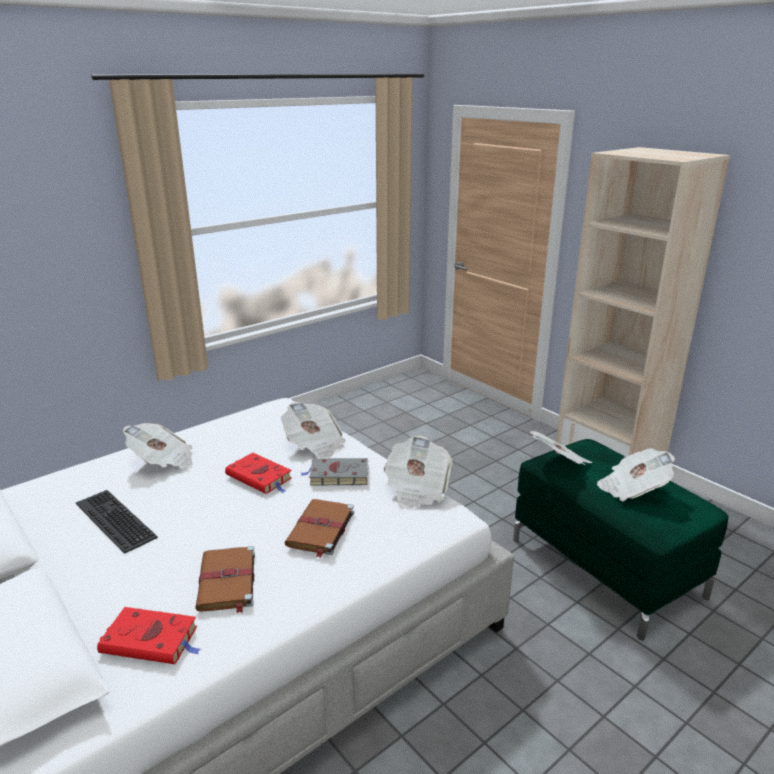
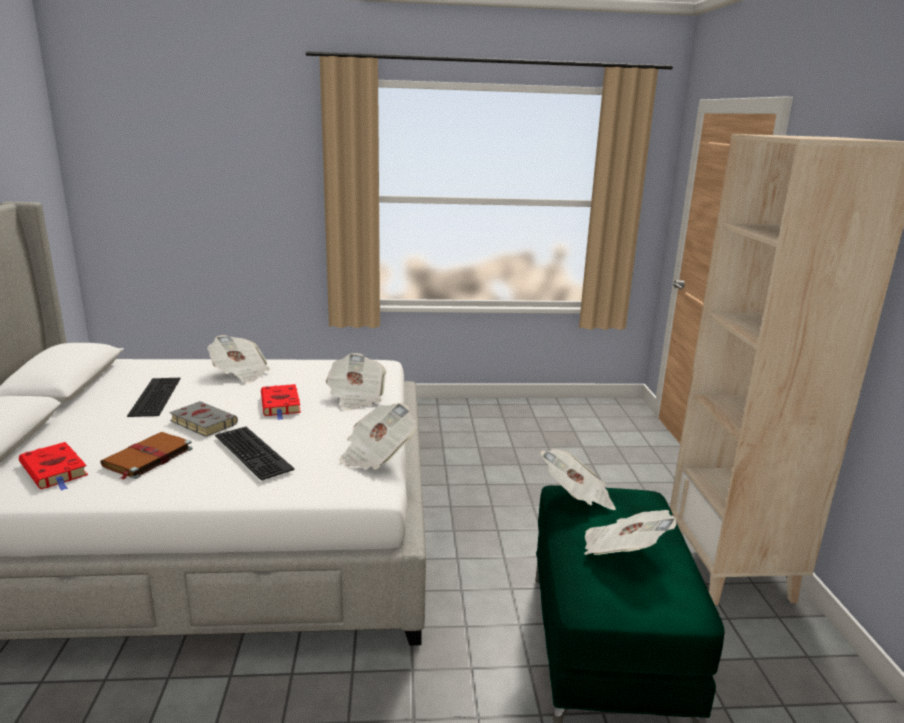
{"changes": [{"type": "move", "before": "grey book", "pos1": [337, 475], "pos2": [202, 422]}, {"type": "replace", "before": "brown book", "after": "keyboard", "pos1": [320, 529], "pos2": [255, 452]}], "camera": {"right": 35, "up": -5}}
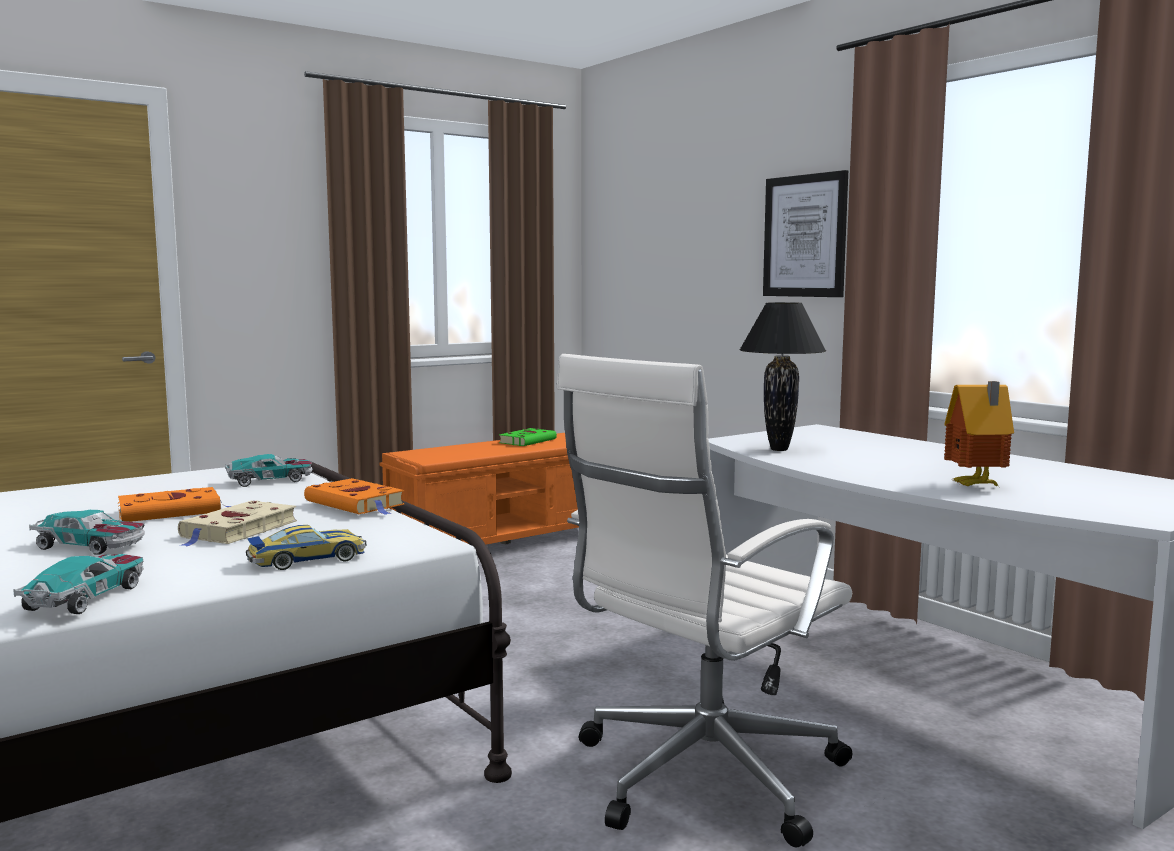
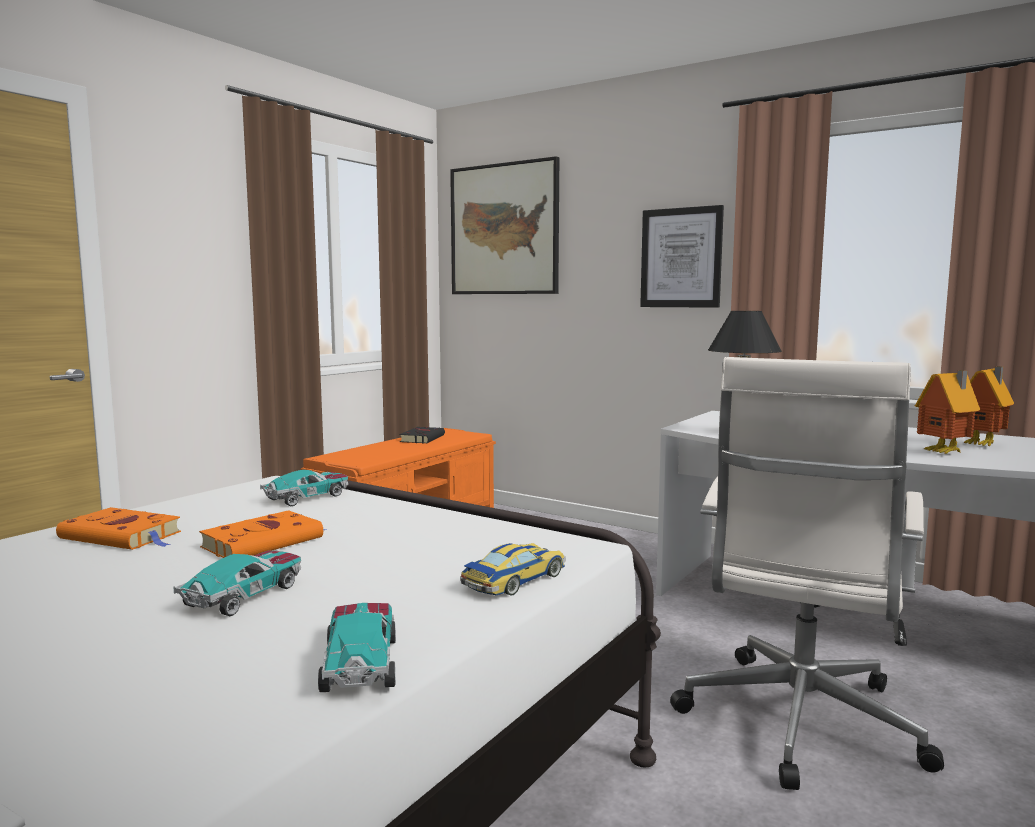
{"changes": [{"type": "delete", "before": "beige book", "pos1": [237, 530]}, {"type": "insert", "after": "picture", "pos2": [504, 229]}, {"type": "insert", "after": "toy house", "pos2": [982, 445]}, {"type": "move", "before": "orange book", "pos1": [357, 504], "pos2": [123, 536]}, {"type": "recolor", "before": "green book", "after": "black book", "pos1": [528, 441], "pos2": [422, 438]}, {"type": "rotate", "before": "toy car", "pos1": [91, 546], "pos2": [244, 595], "turn": -60}], "camera": {"right": -20, "up": 0}}
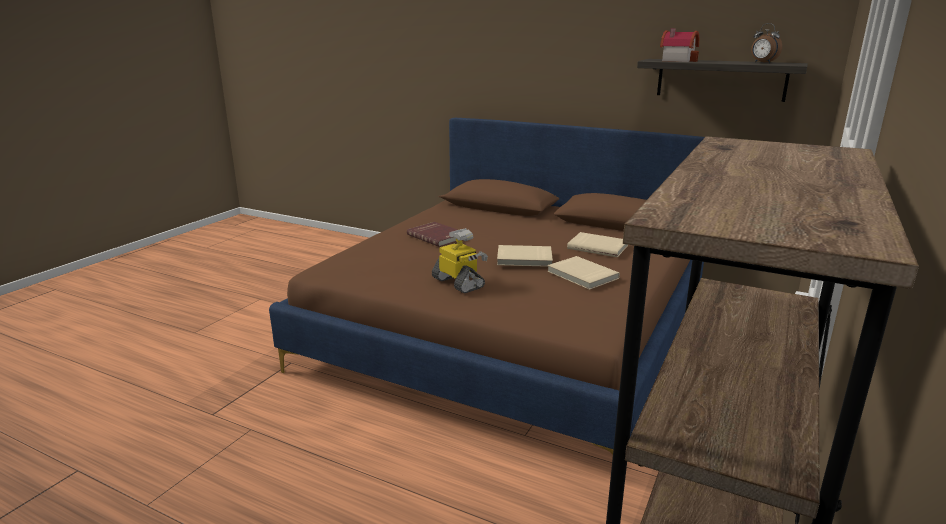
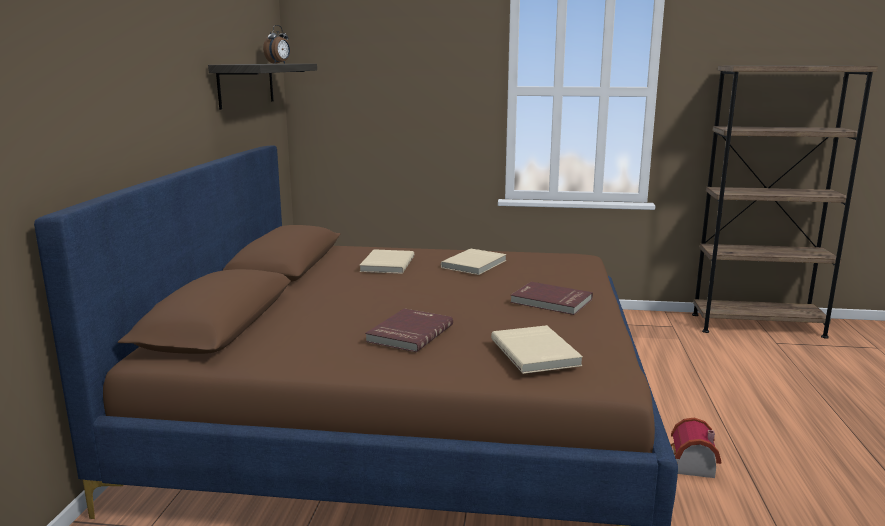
{"changes": [{"type": "move", "before": "beige book", "pos1": [524, 258], "pos2": [536, 352]}, {"type": "move", "before": "toy house", "pos1": [677, 60], "pos2": [689, 466]}, {"type": "replace", "before": "toy robot", "after": "red book", "pos1": [459, 283], "pos2": [550, 301]}], "camera": {"right": -110, "up": -5}}
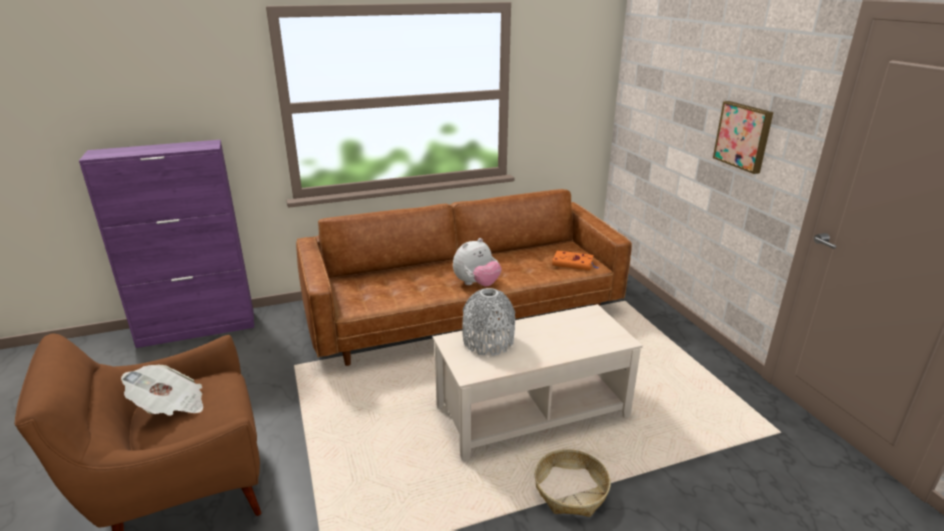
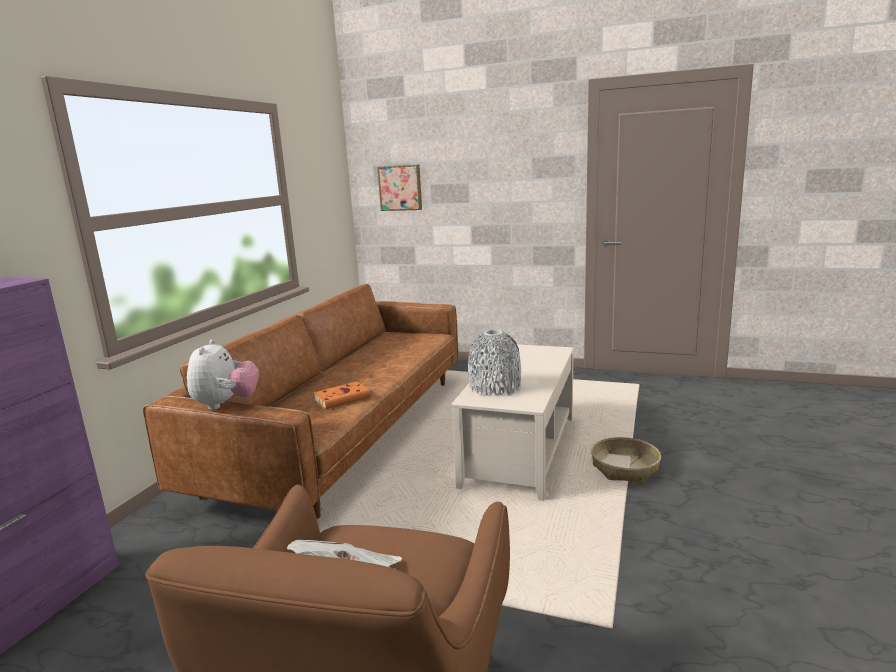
{"changes": [{"type": "move", "before": "plush toy", "pos1": [476, 284], "pos2": [226, 404]}, {"type": "move", "before": "orange book", "pos1": [574, 263], "pos2": [343, 398]}, {"type": "move", "before": "picture", "pos1": [744, 136], "pos2": [400, 188]}], "camera": {"right": -50, "up": -10}}
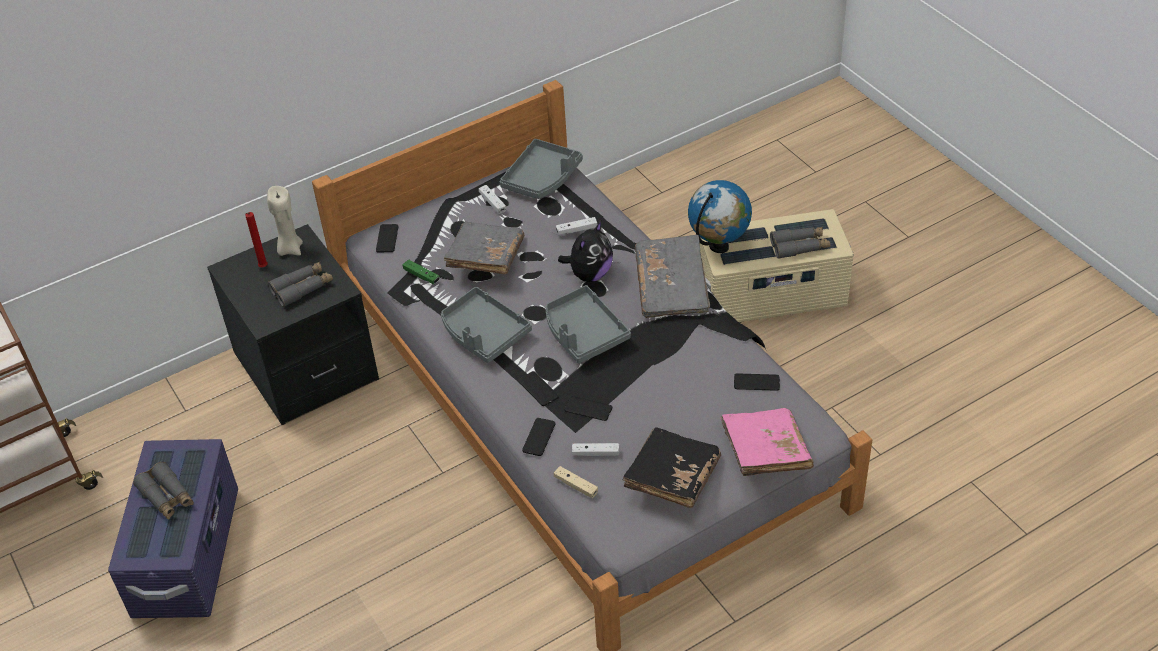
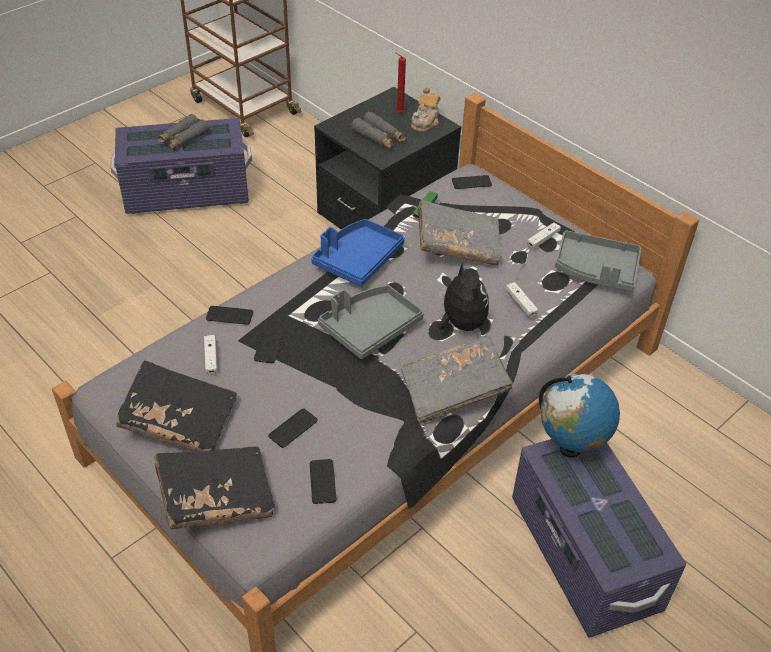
{"changes": [{"type": "delete", "before": "beige game controller", "pos1": [576, 486]}, {"type": "delete", "before": "grey binoculars", "pos1": [799, 246]}, {"type": "move", "before": "phone", "pos1": [538, 389], "pos2": [293, 428]}, {"type": "replace", "before": "beige candle", "after": "teapot", "pos1": [290, 249], "pos2": [426, 122]}, {"type": "recolor", "before": "grey tray", "after": "blue tray", "pos1": [483, 334], "pos2": [357, 260]}, {"type": "recolor", "before": "beige storage box", "after": "purple storage box", "pos1": [772, 295], "pos2": [584, 554]}, {"type": "recolor", "before": "pink book", "after": "black book", "pos1": [765, 453], "pos2": [216, 497]}, {"type": "rotate", "before": "plush toy", "pos1": [589, 274], "pos2": [460, 324], "turn": -135}], "camera": {"right": 75, "up": 0}}
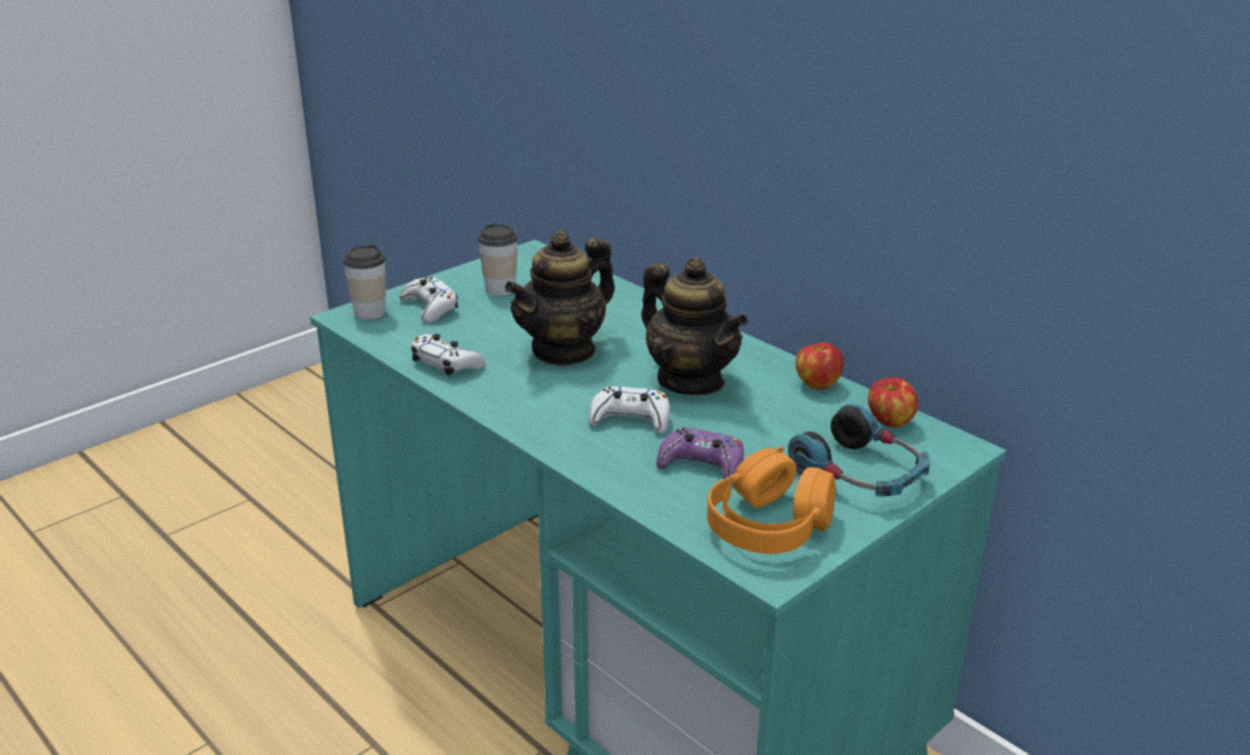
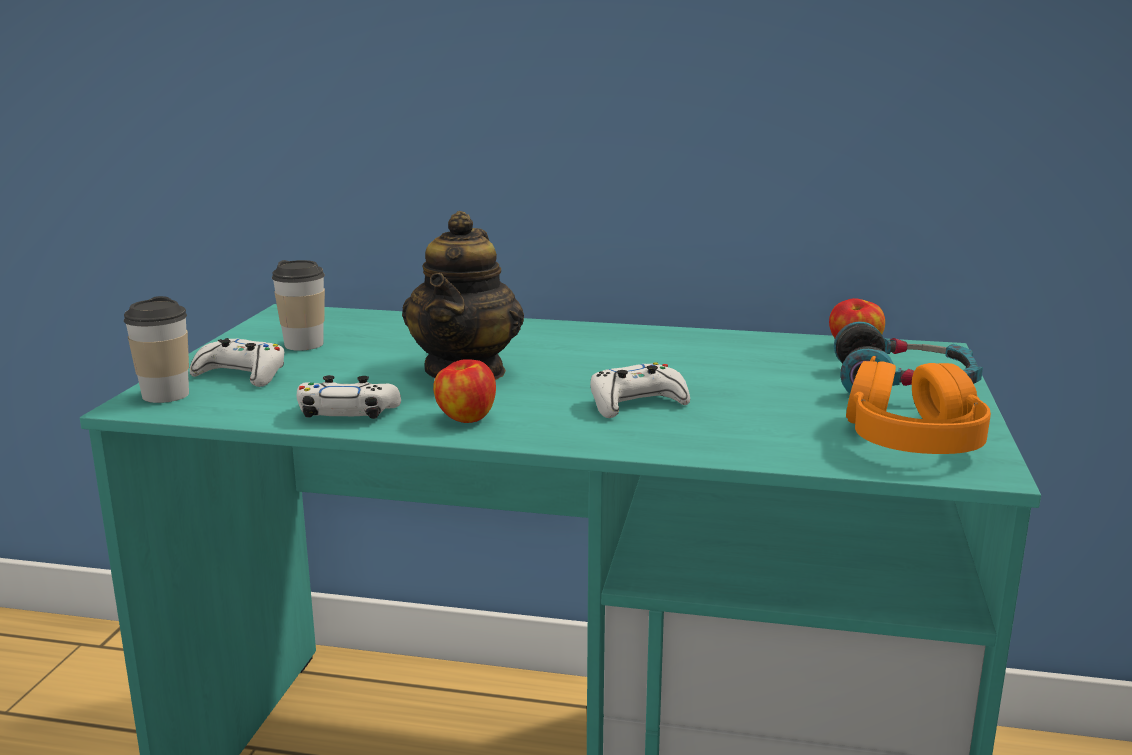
{"changes": [{"type": "delete", "before": "teapot", "pos1": [690, 381]}, {"type": "delete", "before": "purple game controller", "pos1": [702, 465]}, {"type": "move", "before": "apple", "pos1": [817, 384], "pos2": [465, 418]}], "camera": {"right": -35, "up": -10}}
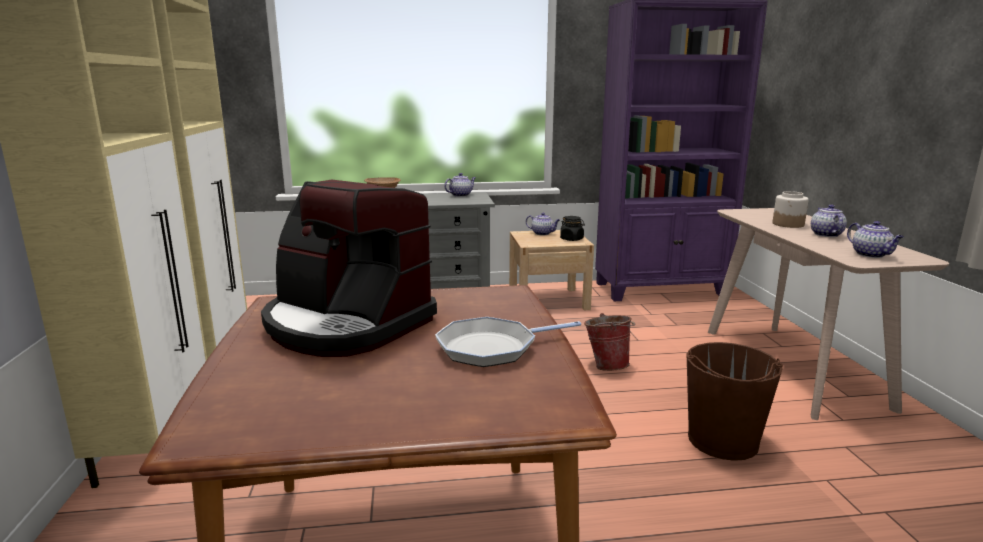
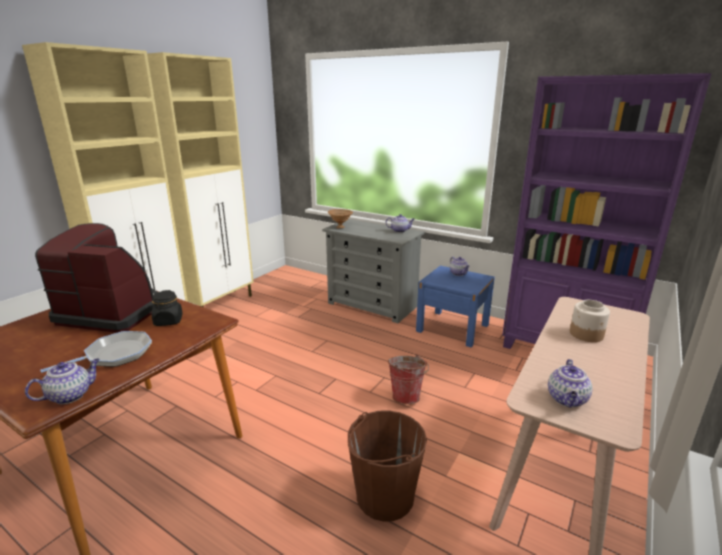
{"changes": [{"type": "move", "before": "black jar", "pos1": [572, 239], "pos2": [168, 321]}, {"type": "move", "before": "teapot", "pos1": [825, 234], "pos2": [71, 395]}, {"type": "recolor", "before": "beige nightstand", "after": "blue nightstand", "pos1": [548, 300], "pos2": [452, 328]}, {"type": "rotate", "before": "coffee machine", "pos1": [346, 324], "pos2": [112, 312], "turn": 120}, {"type": "rotate", "before": "frying pan", "pos1": [492, 348], "pos2": [115, 355], "turn": 120}], "camera": {"right": 40, "up": 5}}
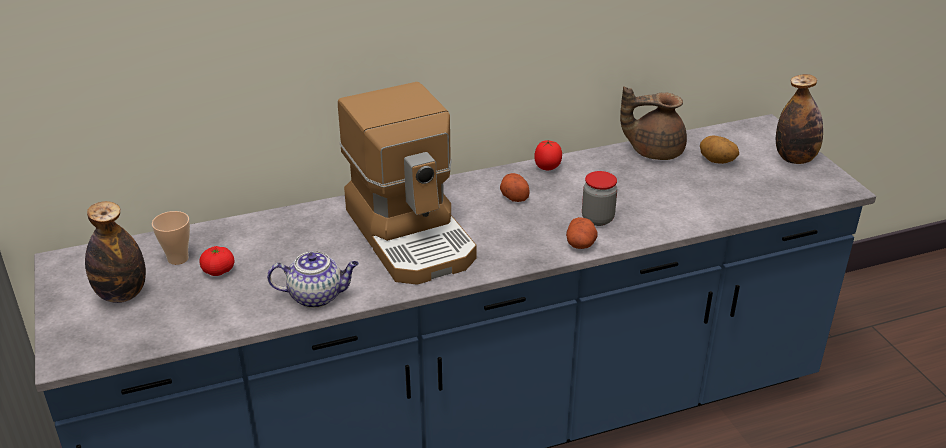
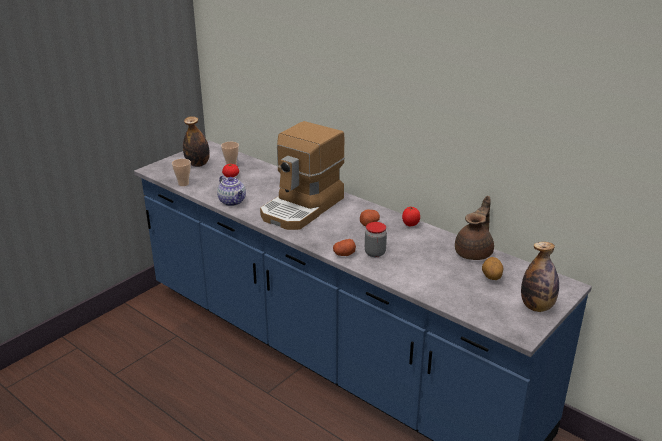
{"changes": [{"type": "insert", "after": "cup", "pos2": [183, 184]}, {"type": "rotate", "before": "brown teapot", "pos1": [653, 151], "pos2": [474, 252], "turn": 60}], "camera": {"right": 60, "up": -5}}
